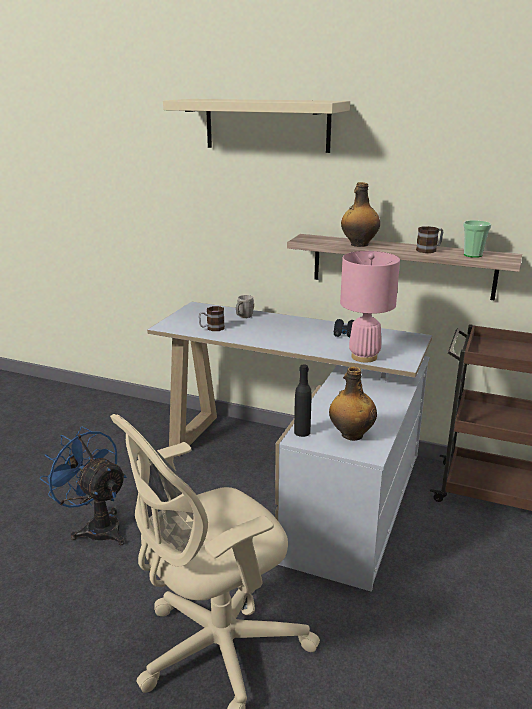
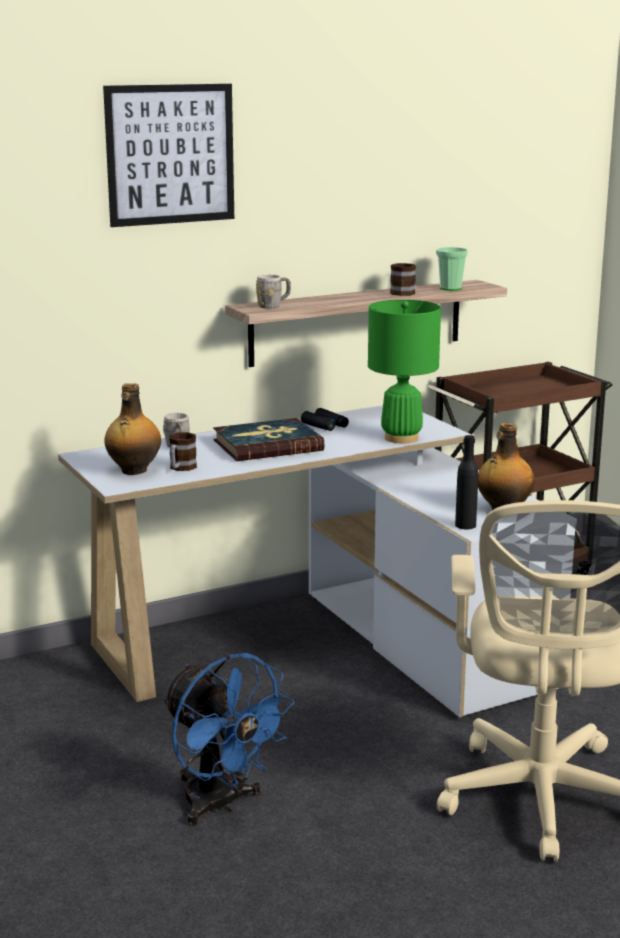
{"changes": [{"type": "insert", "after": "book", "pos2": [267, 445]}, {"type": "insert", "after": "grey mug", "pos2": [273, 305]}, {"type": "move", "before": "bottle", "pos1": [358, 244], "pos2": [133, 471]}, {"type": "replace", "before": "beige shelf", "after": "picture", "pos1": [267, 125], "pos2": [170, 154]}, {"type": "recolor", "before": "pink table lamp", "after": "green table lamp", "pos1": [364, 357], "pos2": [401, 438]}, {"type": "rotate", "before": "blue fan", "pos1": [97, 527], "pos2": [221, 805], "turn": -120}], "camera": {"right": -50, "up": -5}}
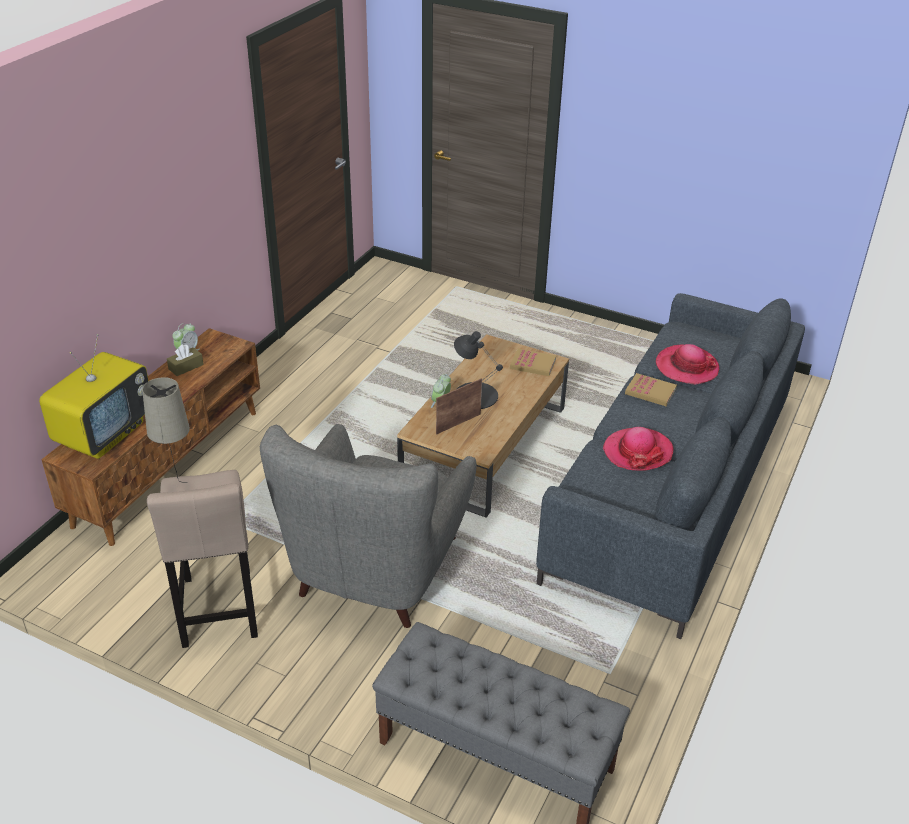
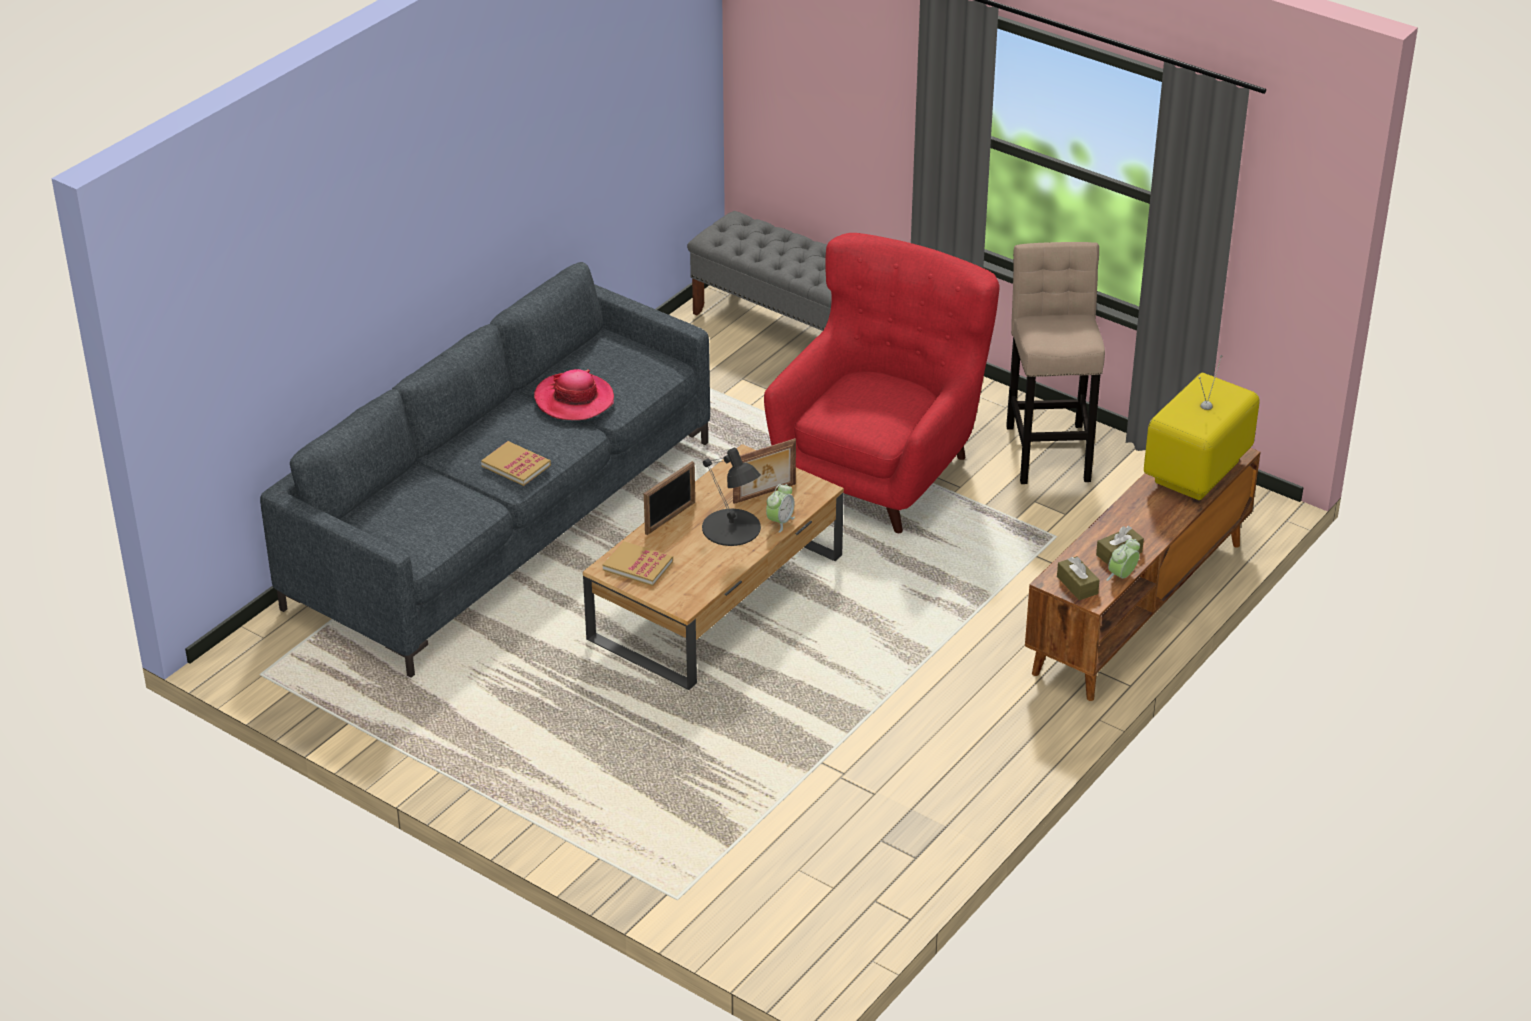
{"changes": [{"type": "delete", "before": "beige table lamp", "pos1": [178, 487]}, {"type": "delete", "before": "hat", "pos1": [686, 367]}, {"type": "insert", "after": "picture frame", "pos2": [670, 518]}, {"type": "insert", "after": "brown tissue box", "pos2": [1077, 585]}, {"type": "recolor", "before": "grey armchair", "after": "red armchair", "pos1": [376, 570], "pos2": [879, 471]}], "camera": {"right": -170, "up": 0}}
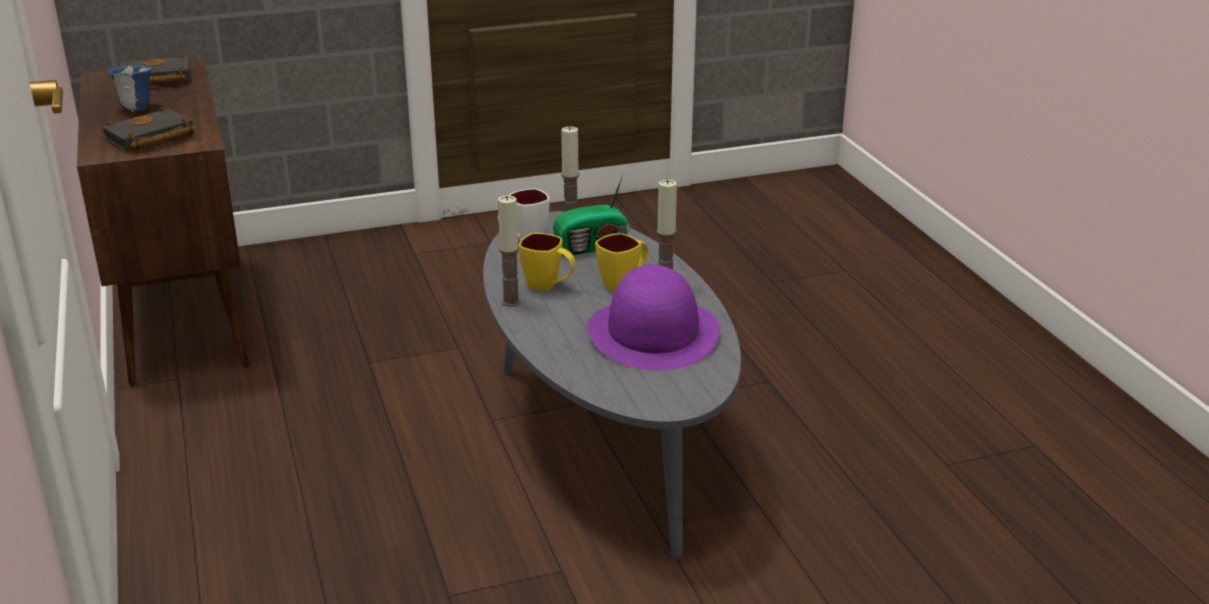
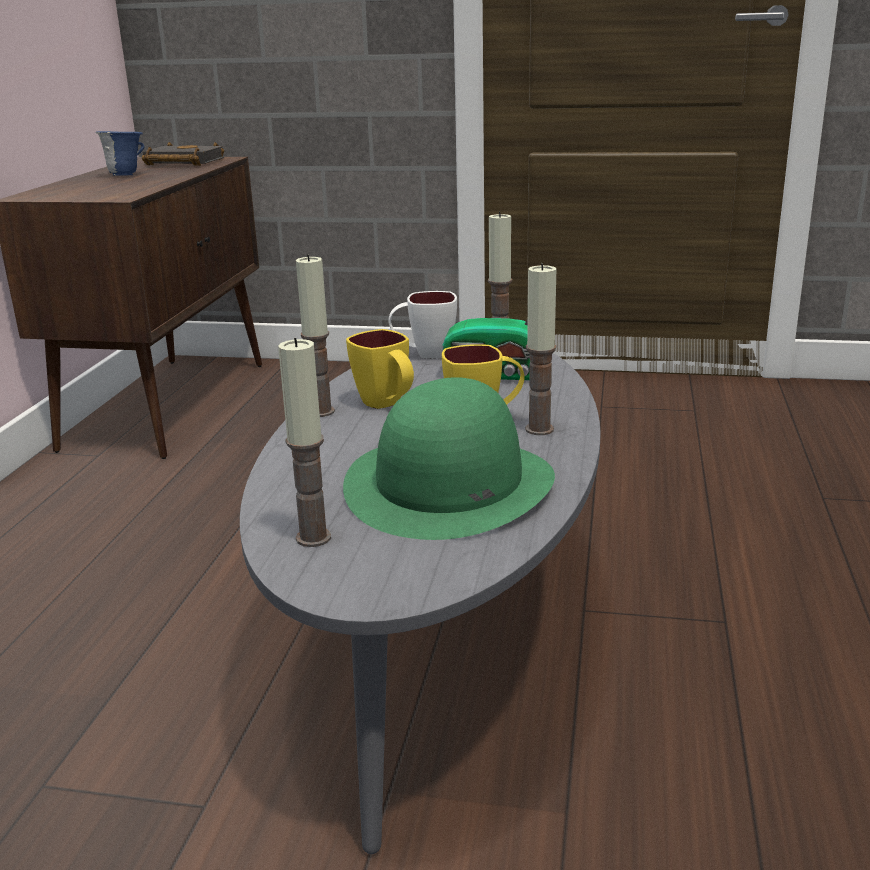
{"changes": [{"type": "delete", "before": "black book", "pos1": [149, 138]}, {"type": "insert", "after": "candle", "pos2": [313, 538]}, {"type": "recolor", "before": "purple hat", "after": "green hat", "pos1": [653, 333], "pos2": [449, 485]}], "camera": {"right": 30, "up": -5}}
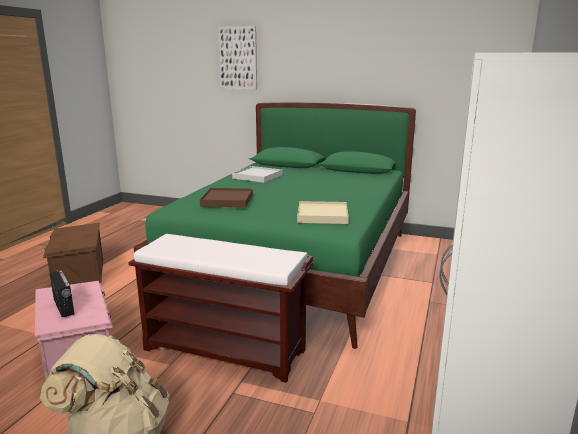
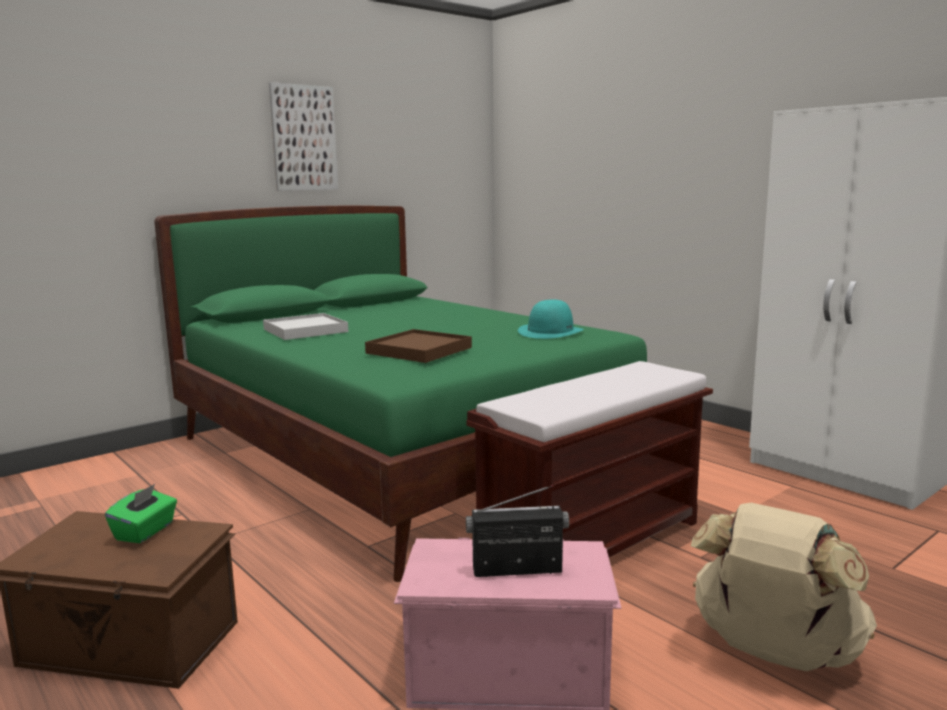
{"changes": [{"type": "insert", "after": "green tissue box", "pos2": [145, 531]}, {"type": "move", "before": "picture", "pos1": [238, 58], "pos2": [303, 138]}, {"type": "replace", "before": "beige tray", "after": "turquoise hat", "pos1": [322, 215], "pos2": [550, 331]}], "camera": {"right": -60, "up": -5}}
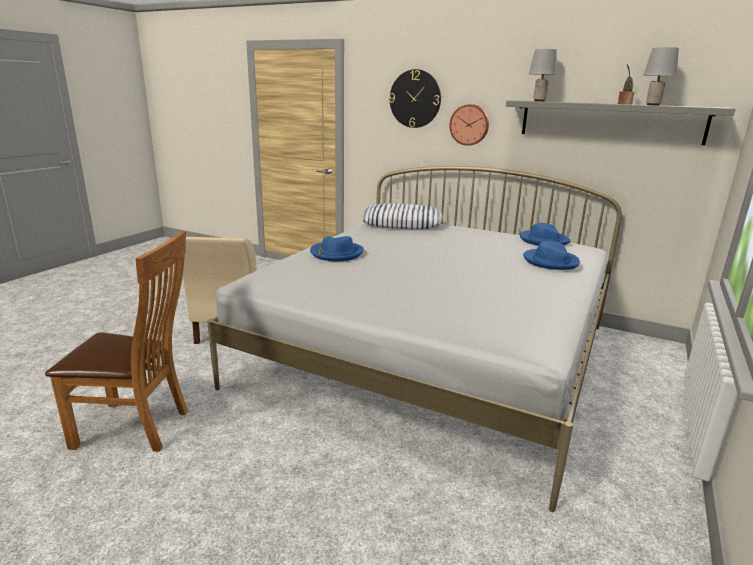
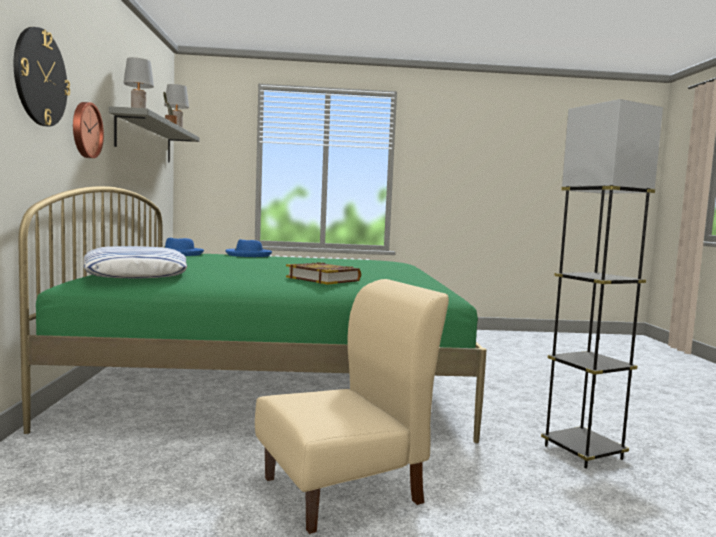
{"changes": [{"type": "replace", "before": "brown chair", "after": "grey floor lamp", "pos1": [139, 428], "pos2": [583, 452]}, {"type": "replace", "before": "blue hat", "after": "book", "pos1": [336, 253], "pos2": [323, 279]}, {"type": "recolor", "before": "white bed", "after": "green bed", "pos1": [432, 354], "pos2": [276, 374]}], "camera": {"right": -120, "up": -15}}
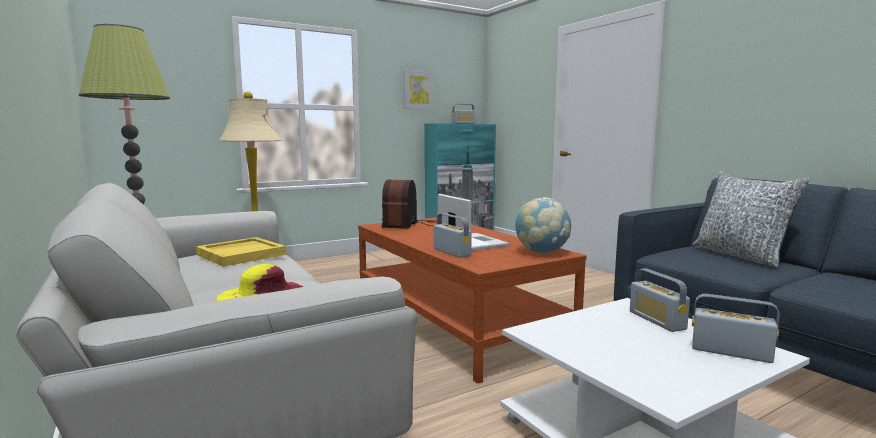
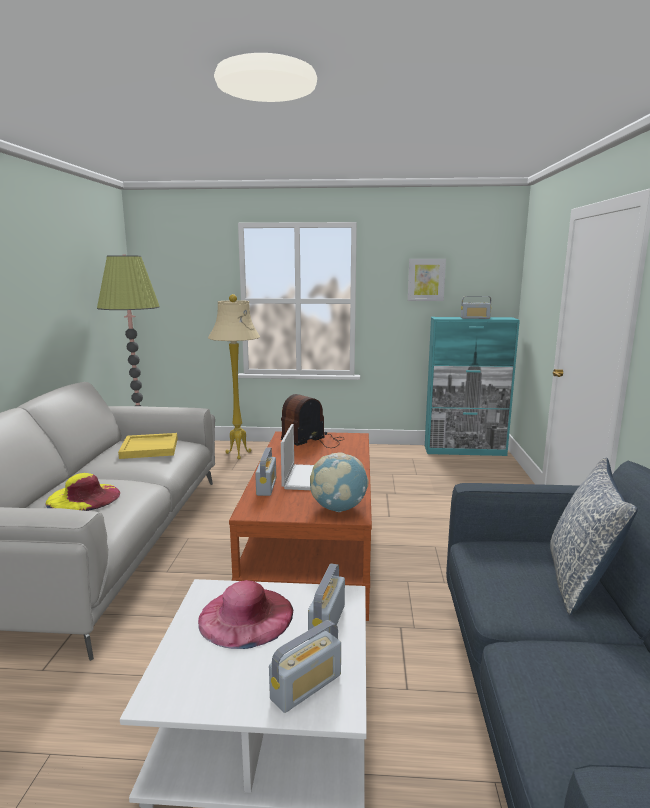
{"changes": [{"type": "insert", "after": "pink hat", "pos2": [246, 616]}, {"type": "rotate", "before": "radio", "pos1": [730, 352], "pos2": [306, 687], "turn": 75}], "camera": {"right": 35, "up": 5}}
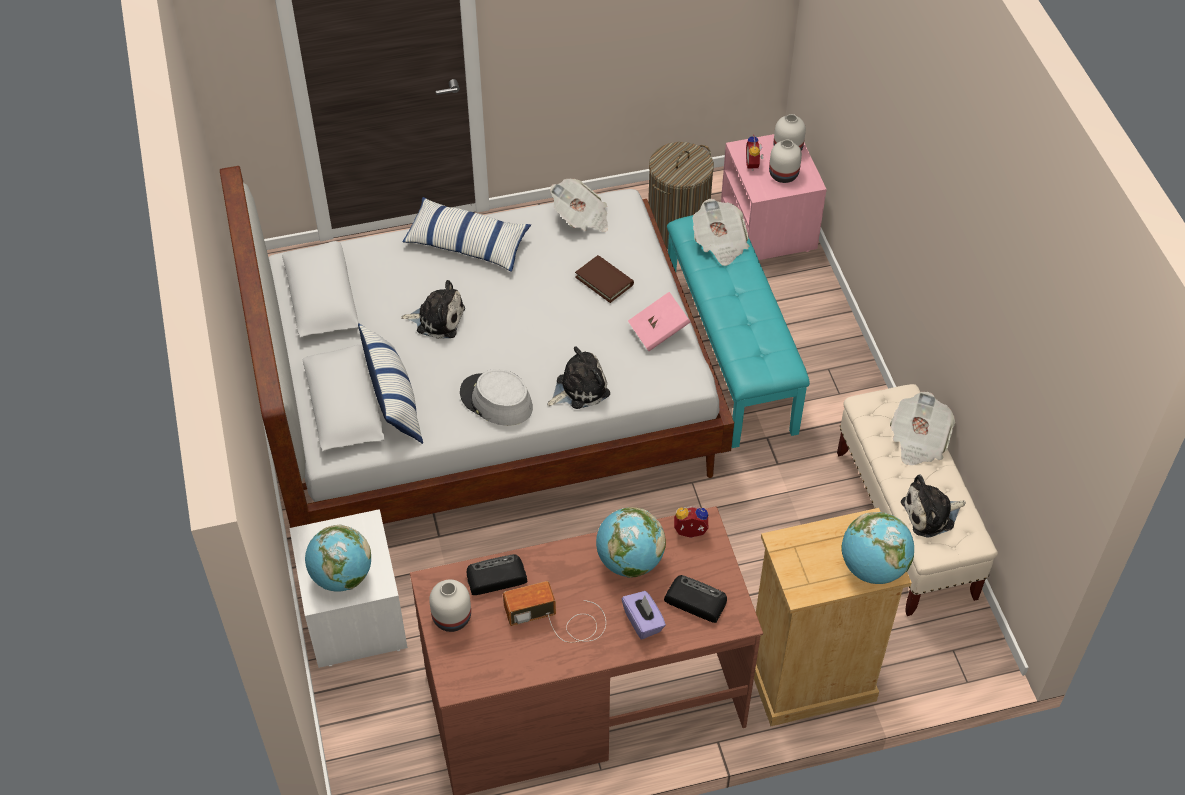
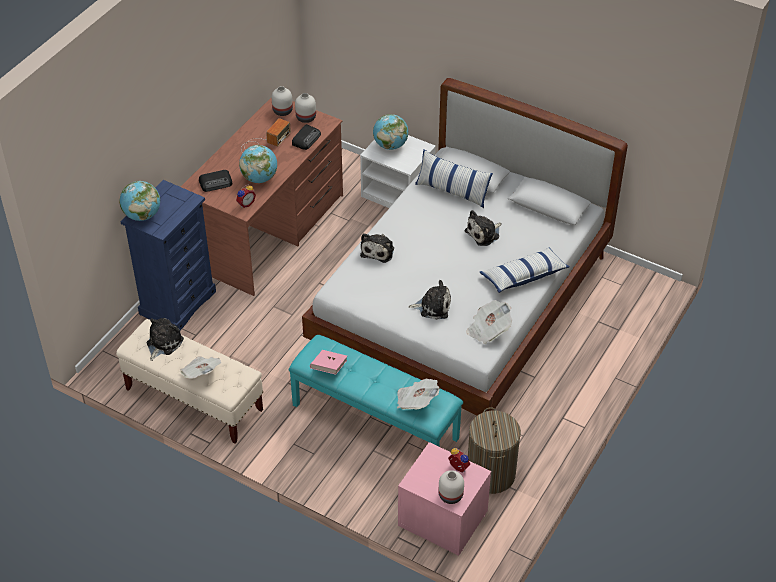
{"changes": [{"type": "delete", "before": "grey hat", "pos1": [496, 400]}, {"type": "delete", "before": "purple tissue box", "pos1": [643, 622]}, {"type": "move", "before": "pink book", "pos1": [658, 331], "pos2": [329, 368]}, {"type": "move", "before": "white vase", "pos1": [782, 174], "pos2": [283, 111]}, {"type": "replace", "before": "brown book", "after": "plush toy", "pos1": [604, 281], "pos2": [433, 306]}, {"type": "recolor", "before": "beige dresser", "after": "blue dresser", "pos1": [809, 678], "pos2": [178, 302]}], "camera": {"right": 135, "up": -5}}
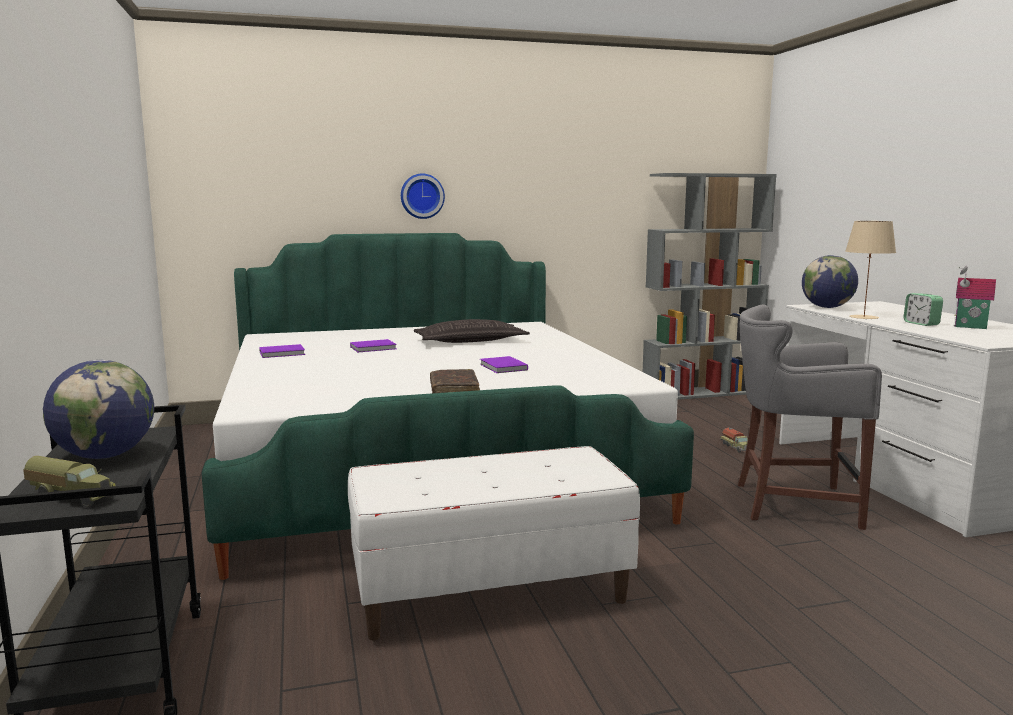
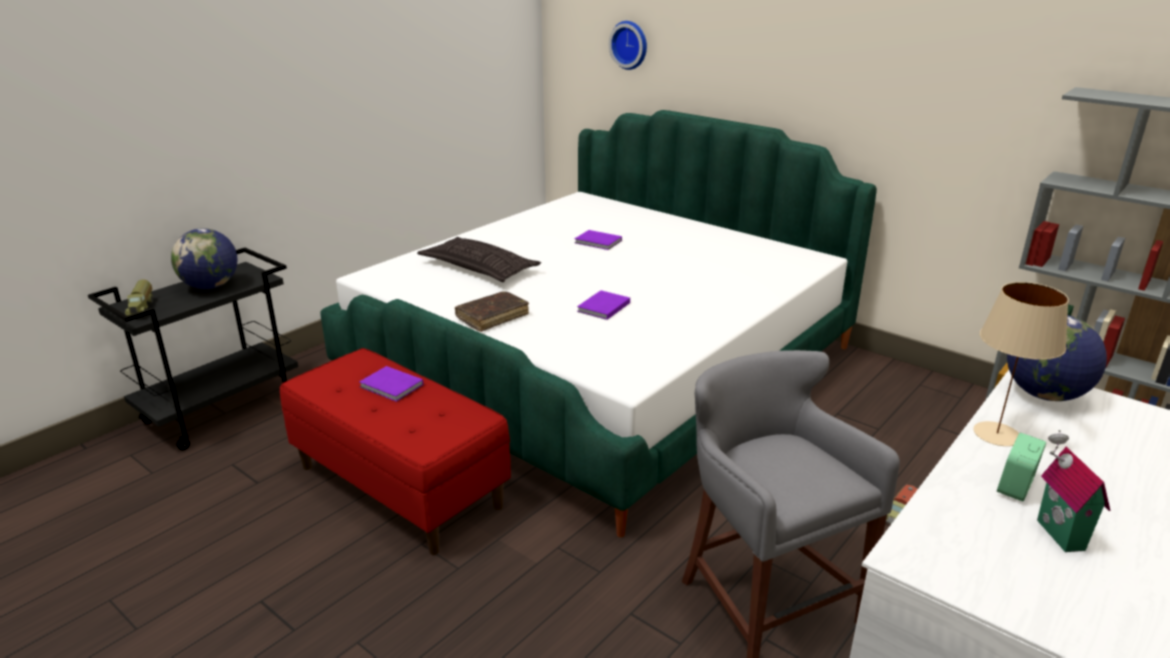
{"changes": [{"type": "move", "before": "purple book", "pos1": [283, 353], "pos2": [392, 387]}, {"type": "move", "before": "wall clock", "pos1": [422, 196], "pos2": [630, 45]}, {"type": "move", "before": "pillow", "pos1": [470, 341], "pos2": [479, 268]}, {"type": "recolor", "before": "white bench", "after": "red bench", "pos1": [490, 592], "pos2": [400, 486]}], "camera": {"right": 55, "up": 15}}
